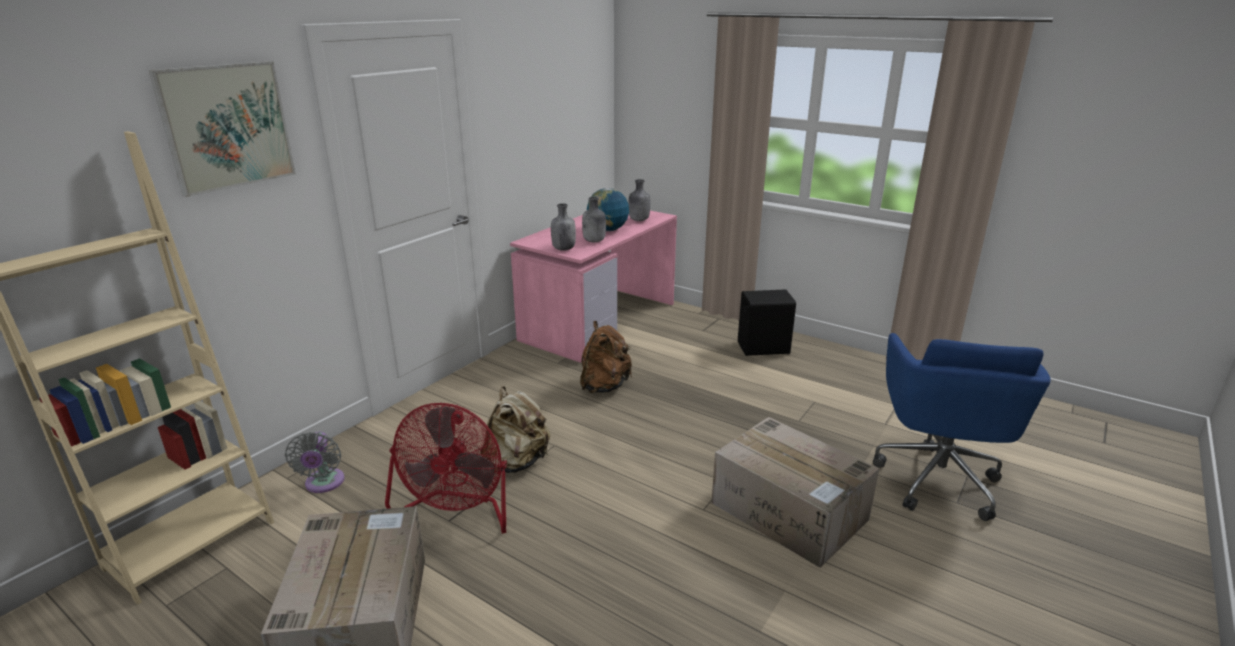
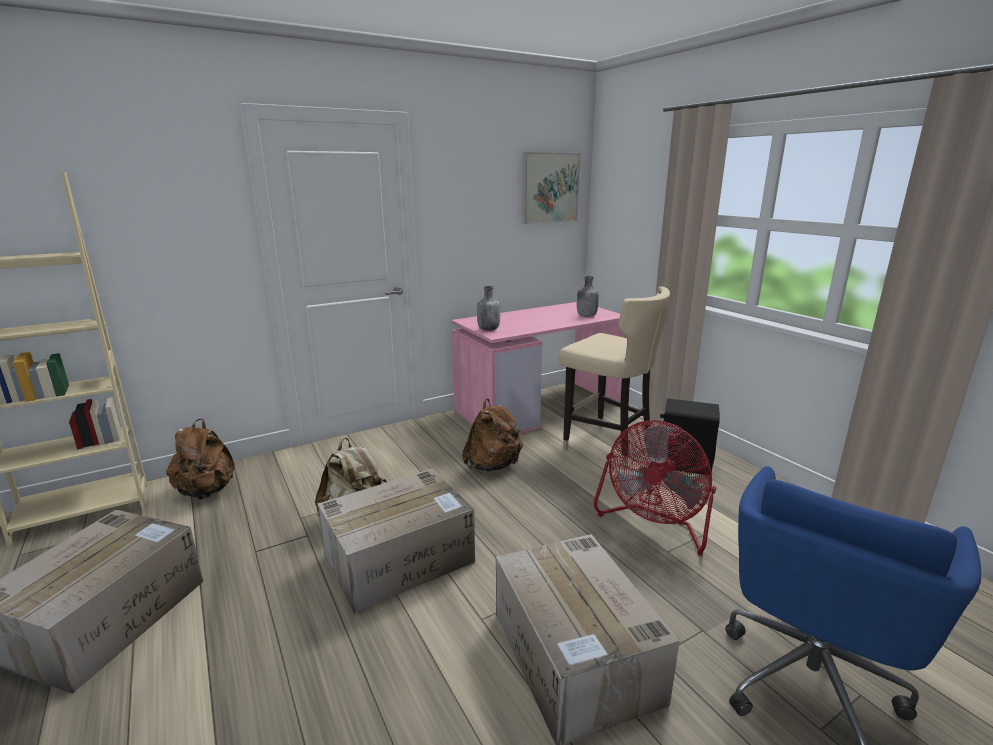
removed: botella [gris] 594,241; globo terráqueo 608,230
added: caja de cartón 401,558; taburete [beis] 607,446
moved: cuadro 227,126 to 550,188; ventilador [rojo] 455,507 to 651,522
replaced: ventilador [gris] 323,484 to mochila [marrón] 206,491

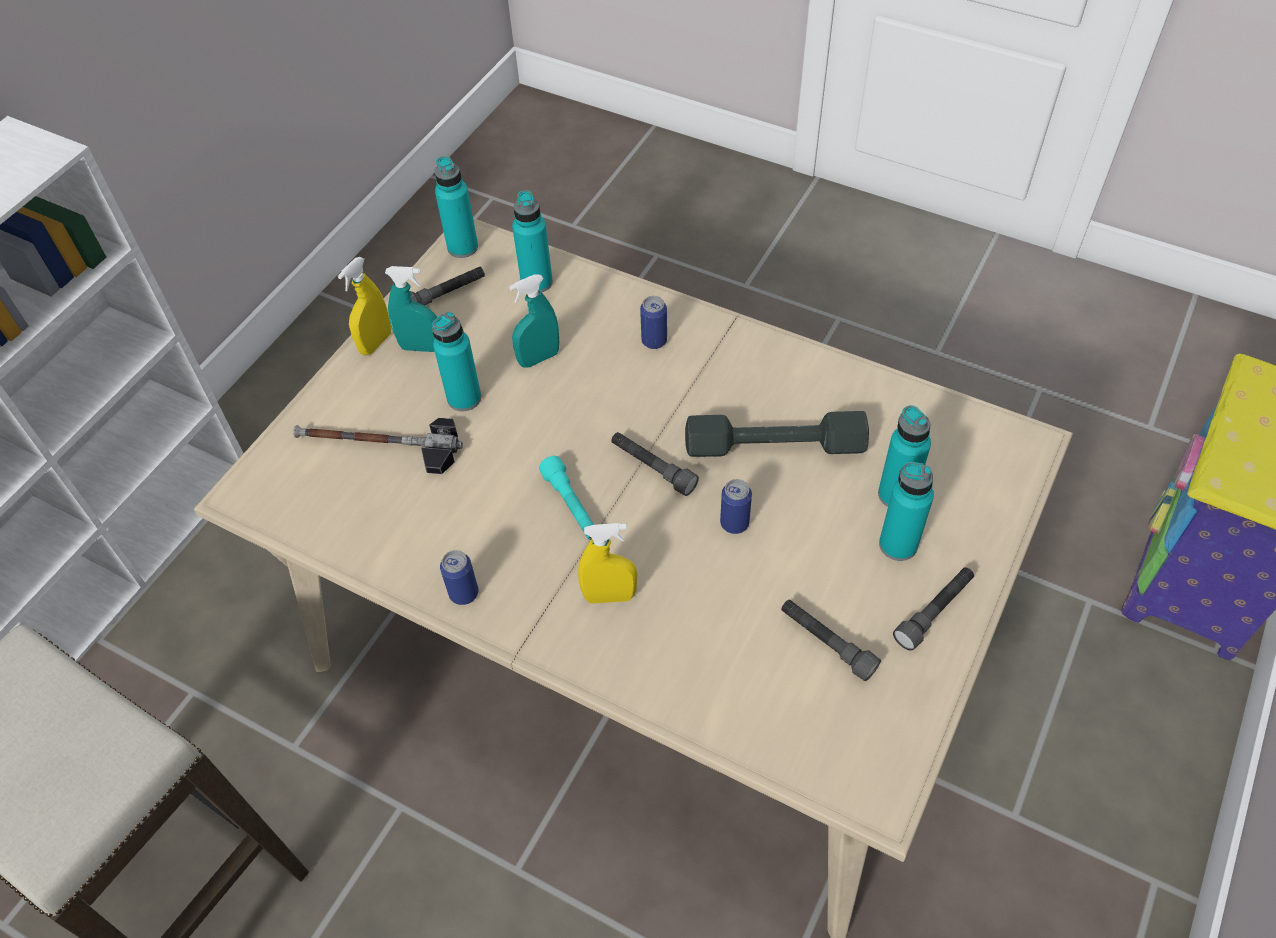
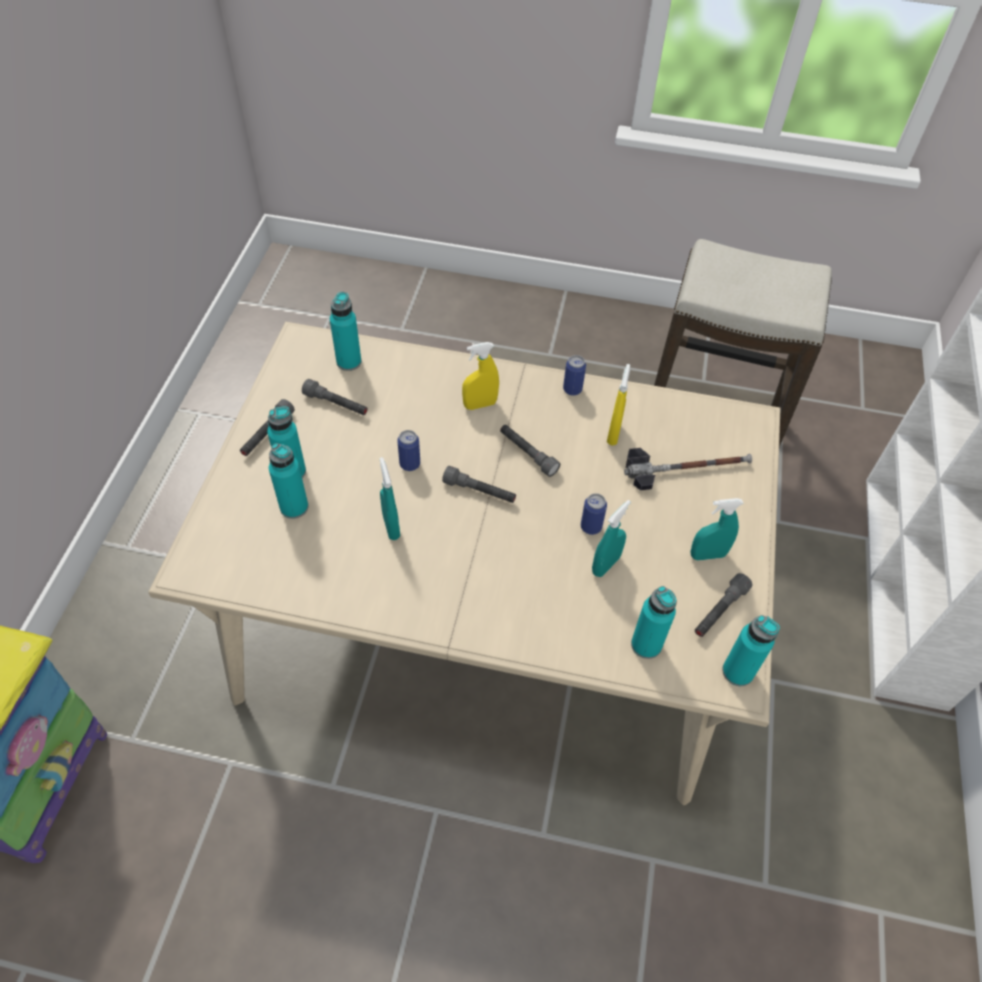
moved: botella [turquesa] 464,398 to 349,362; lata 654,341 to 591,527; pulverizador [amarillo] 376,343 to 613,434
replaced: mancuerna [gris] 774,446 to pulverizador [turquesa] 391,526
recoloured: linterna [turquesa] 571,506 to linterna [gris] 527,454

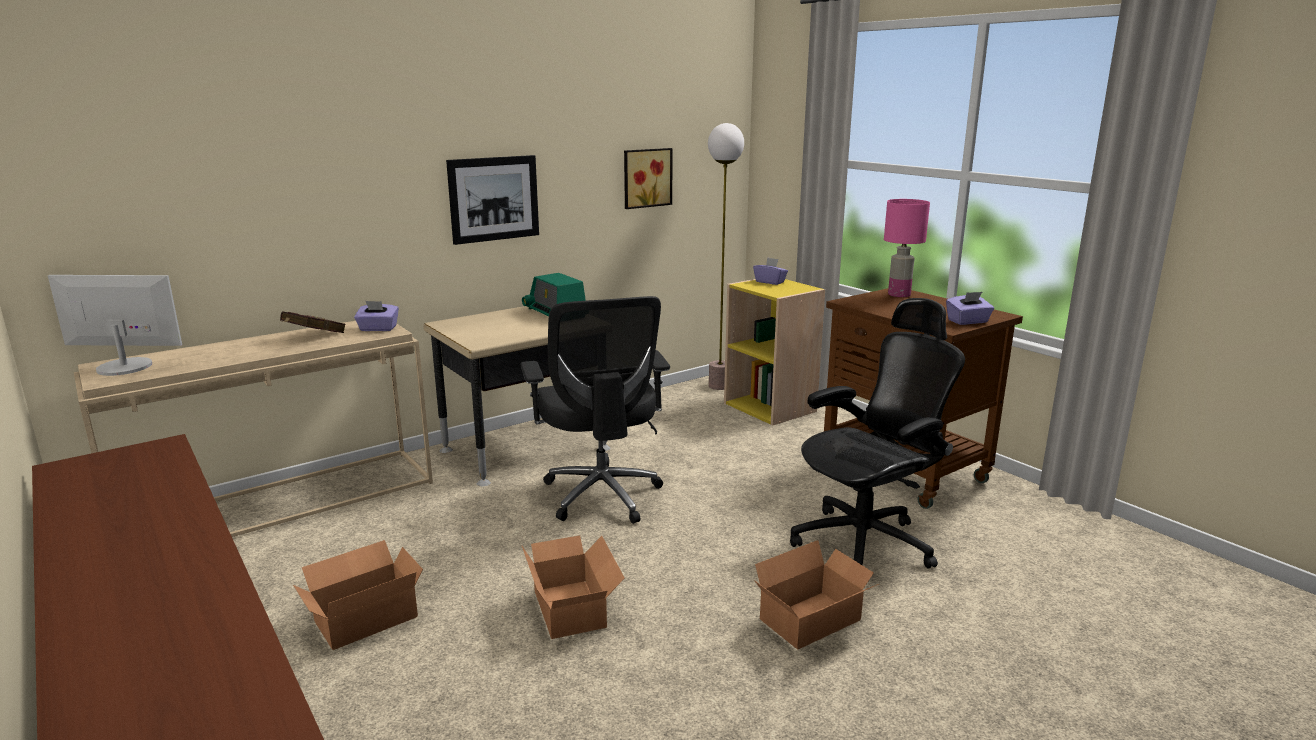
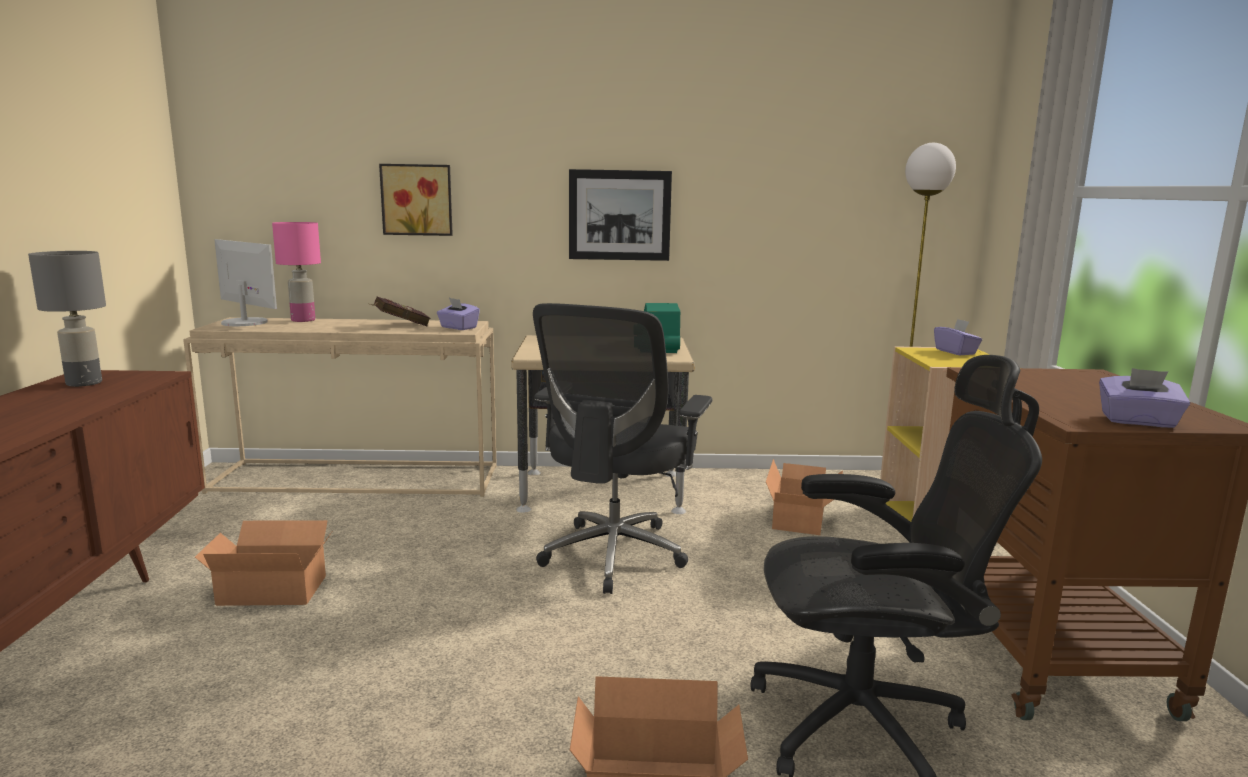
added: lámpara de mesa [gris] 83,383
moved: lámpara de mesa [rosa] 899,295 to 303,320; cuadro 646,178 to 417,200; caja de cartón 572,607 to 802,518

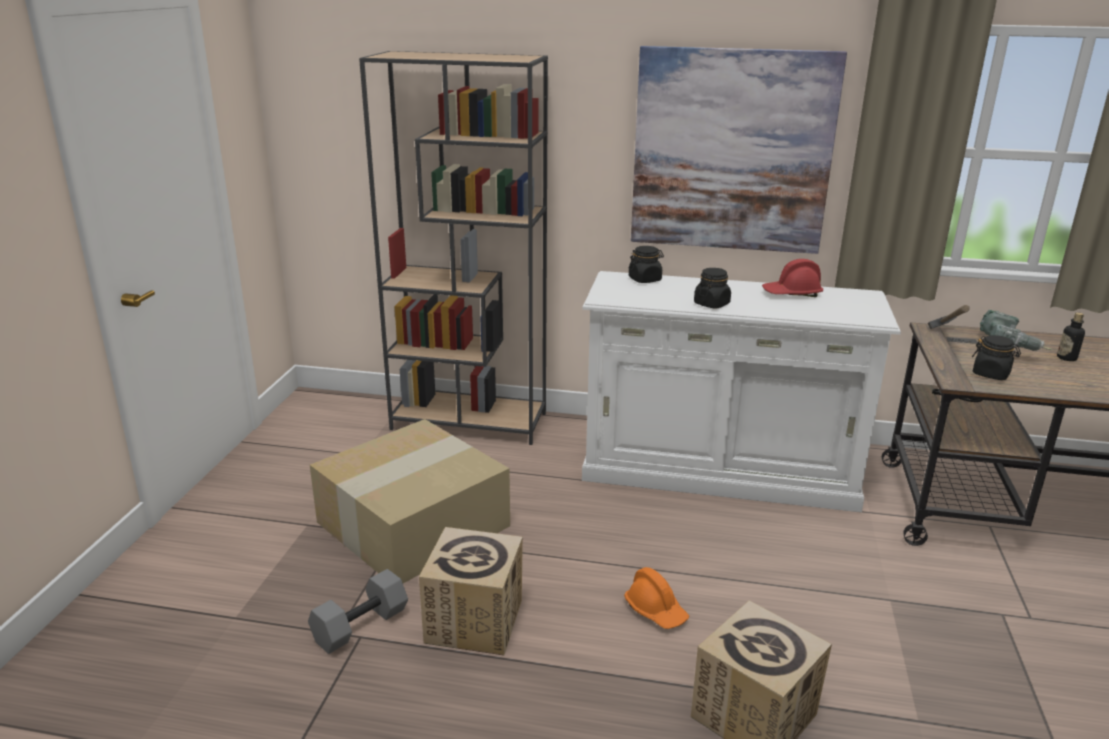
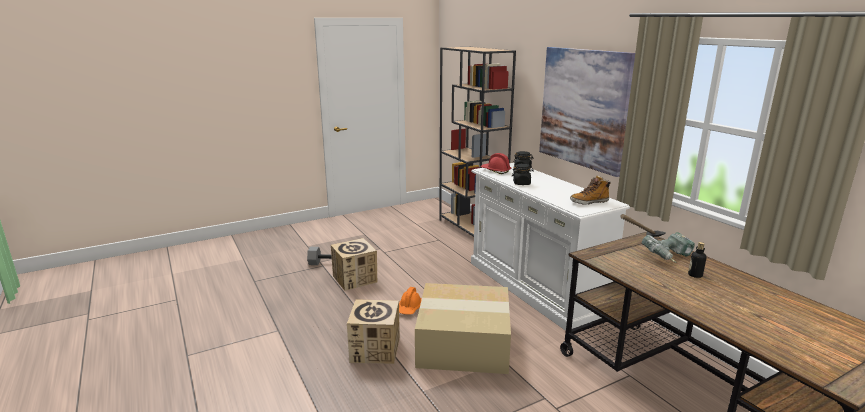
removed: tarro [negro] 991,374
added: bota 589,202
moved: caja de cartón 414,522 to 465,342; casco [rojo] 792,294 to 495,171

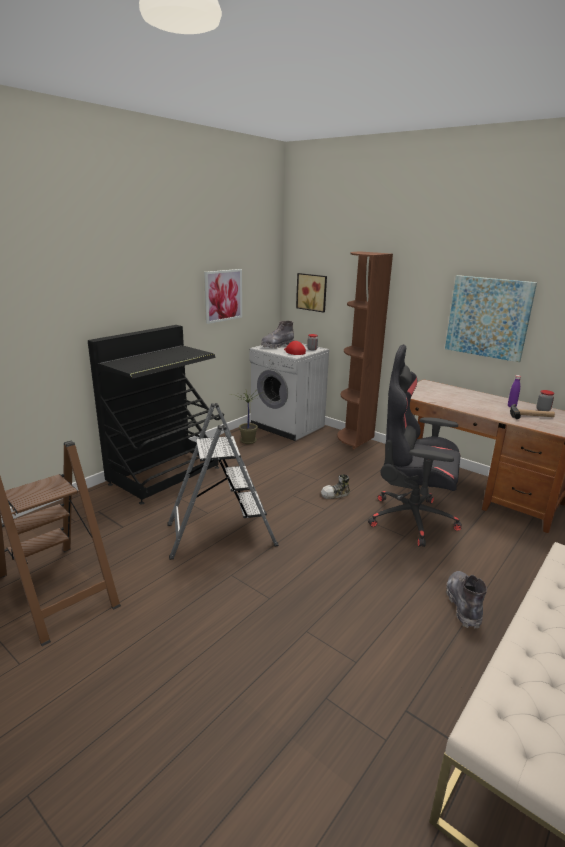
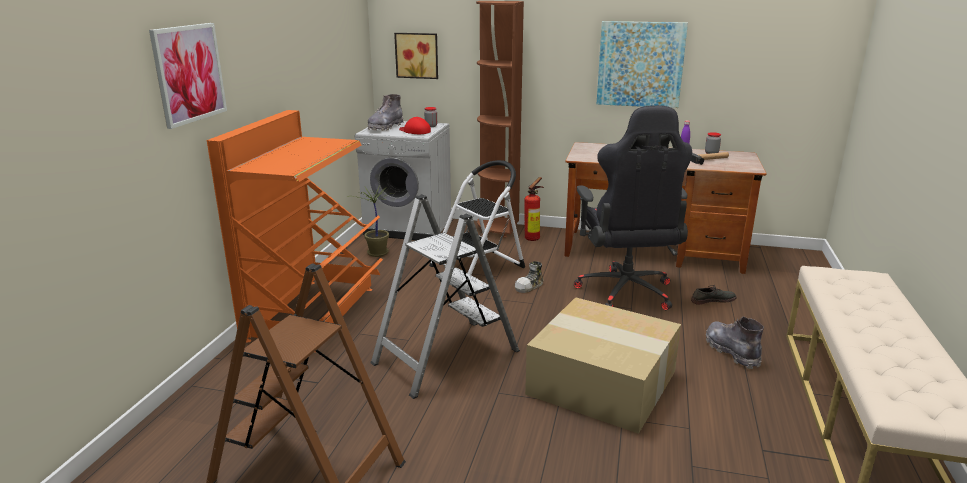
added: escalera de tijera 480,266; extintor 534,238; caja de cartón 604,382; zapato [gris] 713,300
moved: cuadro 223,295 to 189,73
recoloured: zapatero [negro] 168,477 to zapatero [naranja] 317,314
turned: silla de oficina [negro] 413,519 = 625,291 90 degrees counterclockwise

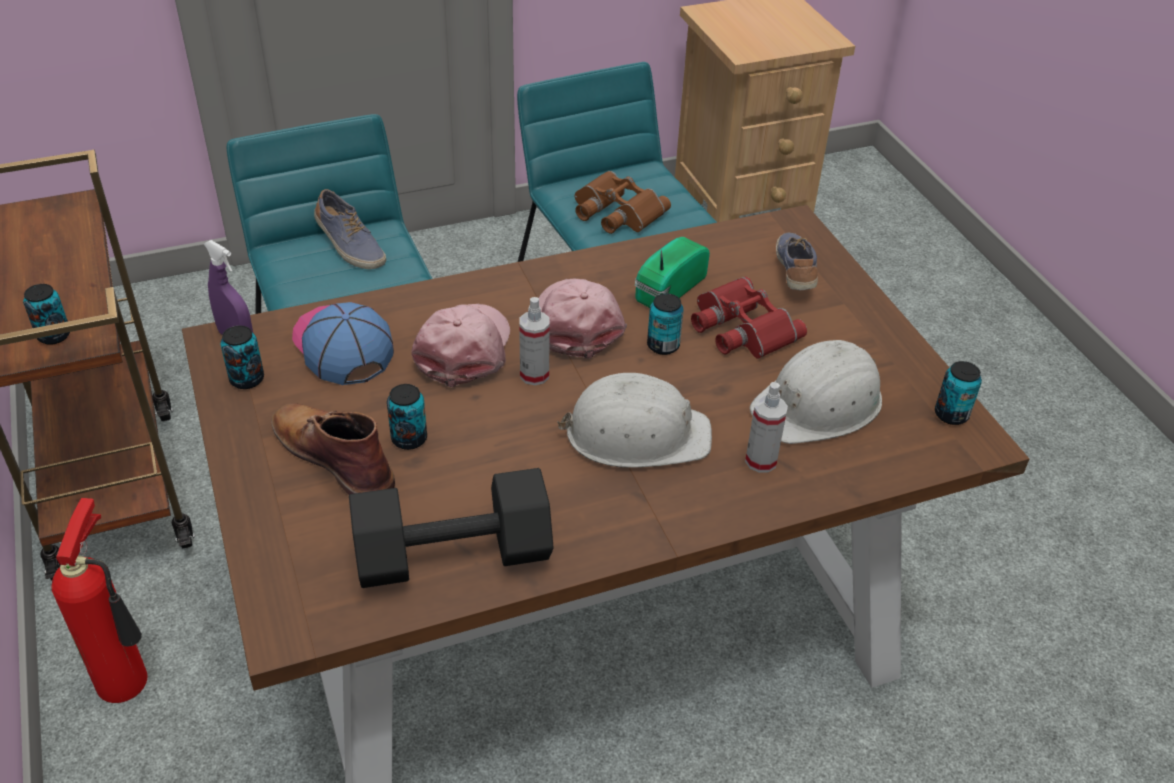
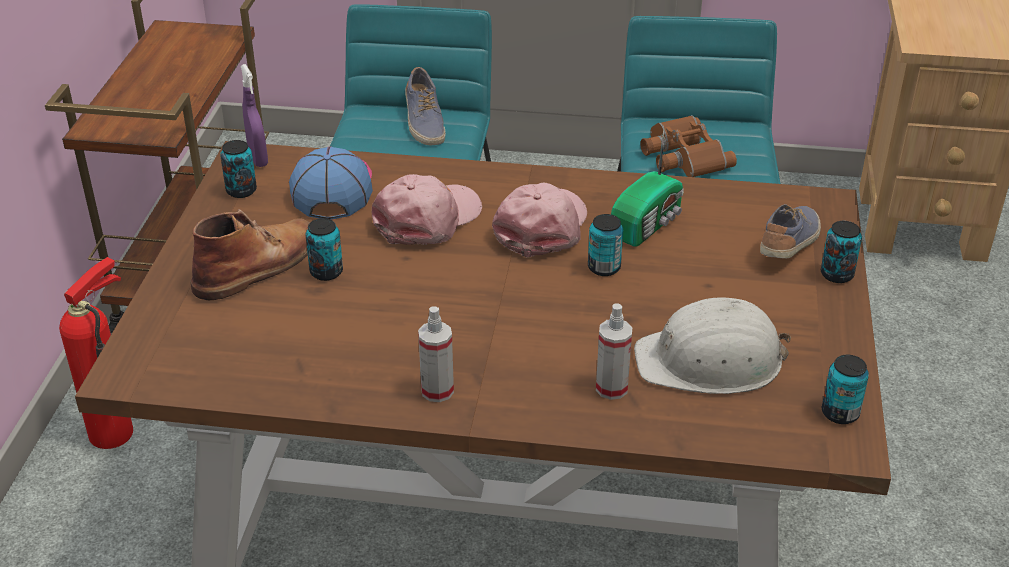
removed: mancuerna [negro] 454,552; casco [blanco] 636,434; prismáticos [rojo] 740,327
moved: pulverizador 534,375 to 437,391; lata 54,335 to 836,274
turned: bota [marrón] 333,455 = 259,265 60 degrees clockwise; radio 667,289 = 649,224 150 degrees clockwise

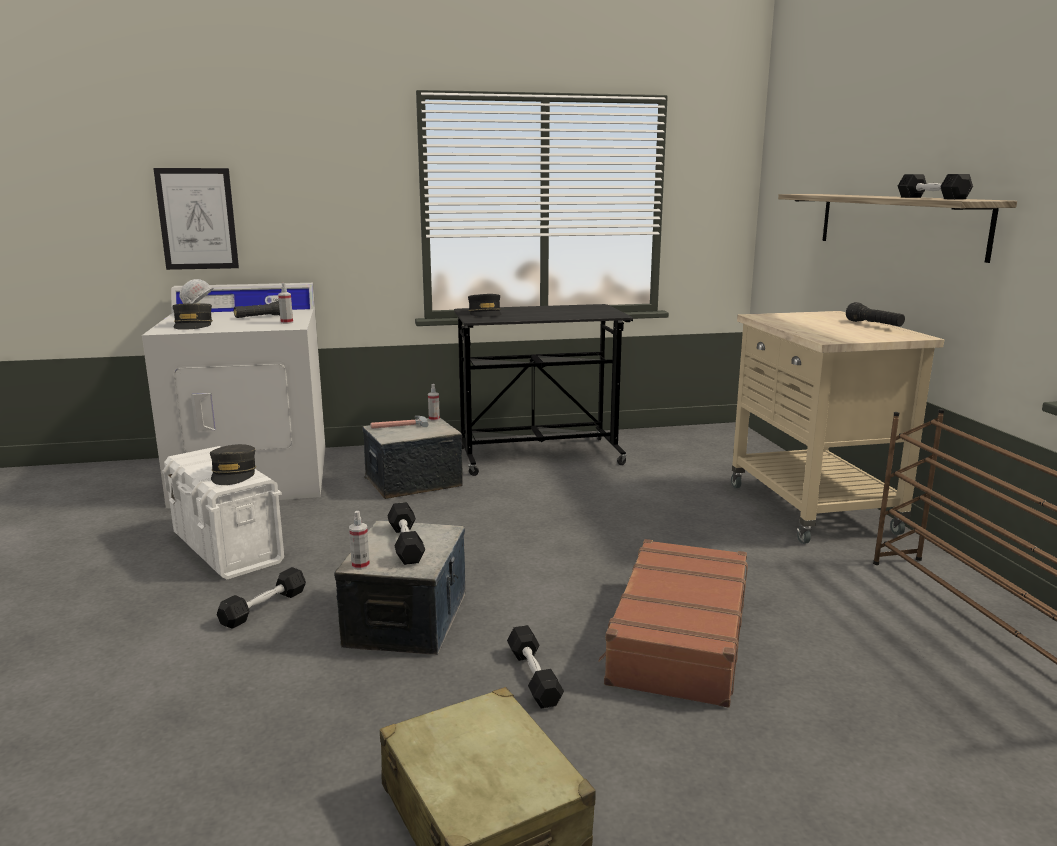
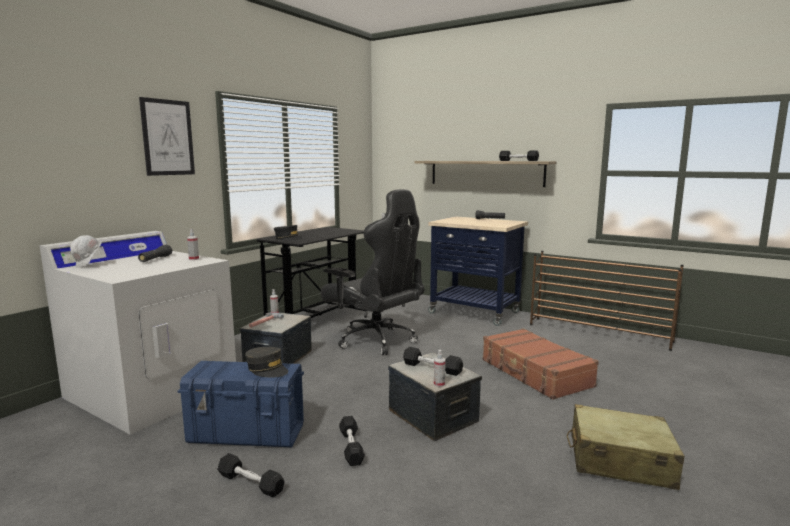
removed: gorra [gris] 193,325
added: silla de oficina [negro] 372,339
moved: cuadro 197,219 to 168,137; mancuerna [negro] 534,677 to 250,483
recoloured: caja de almacenaje [blanco] 227,548 to caja de almacenaje [azul] 247,434; carrito [beis] 812,510 to carrito [azul] 475,313

